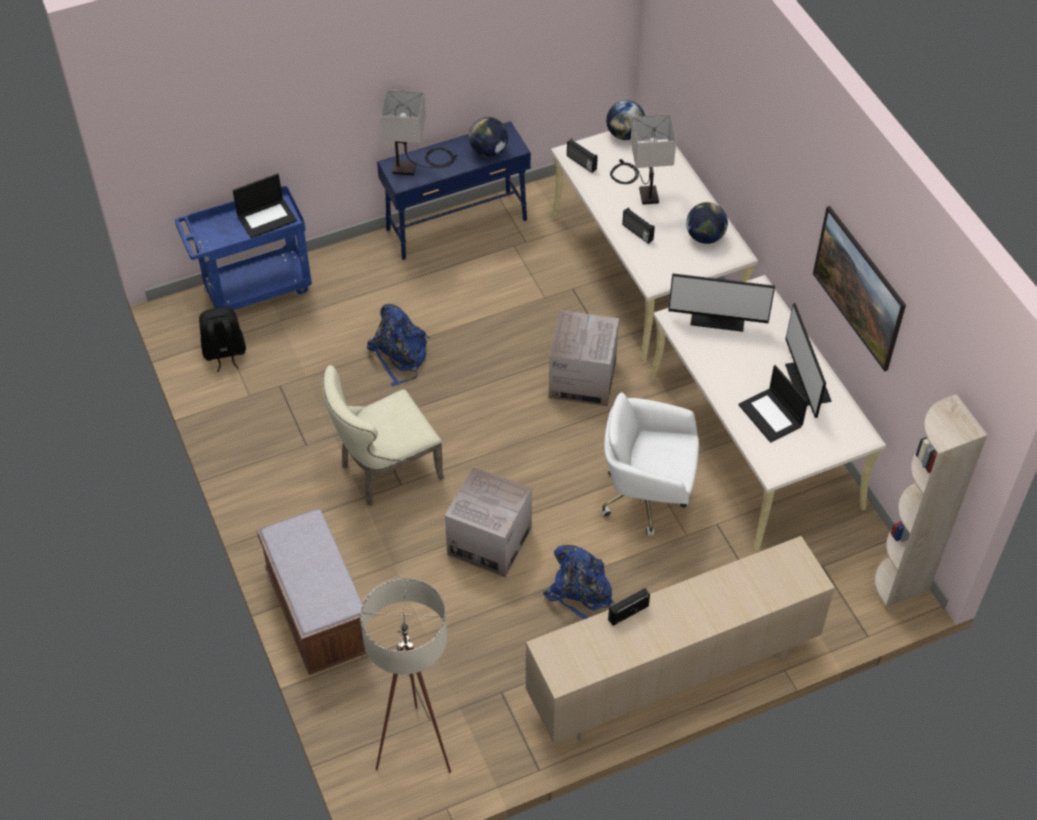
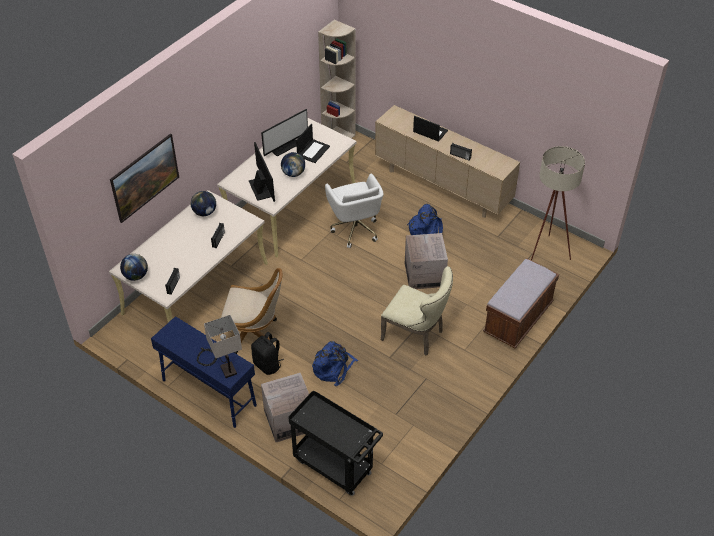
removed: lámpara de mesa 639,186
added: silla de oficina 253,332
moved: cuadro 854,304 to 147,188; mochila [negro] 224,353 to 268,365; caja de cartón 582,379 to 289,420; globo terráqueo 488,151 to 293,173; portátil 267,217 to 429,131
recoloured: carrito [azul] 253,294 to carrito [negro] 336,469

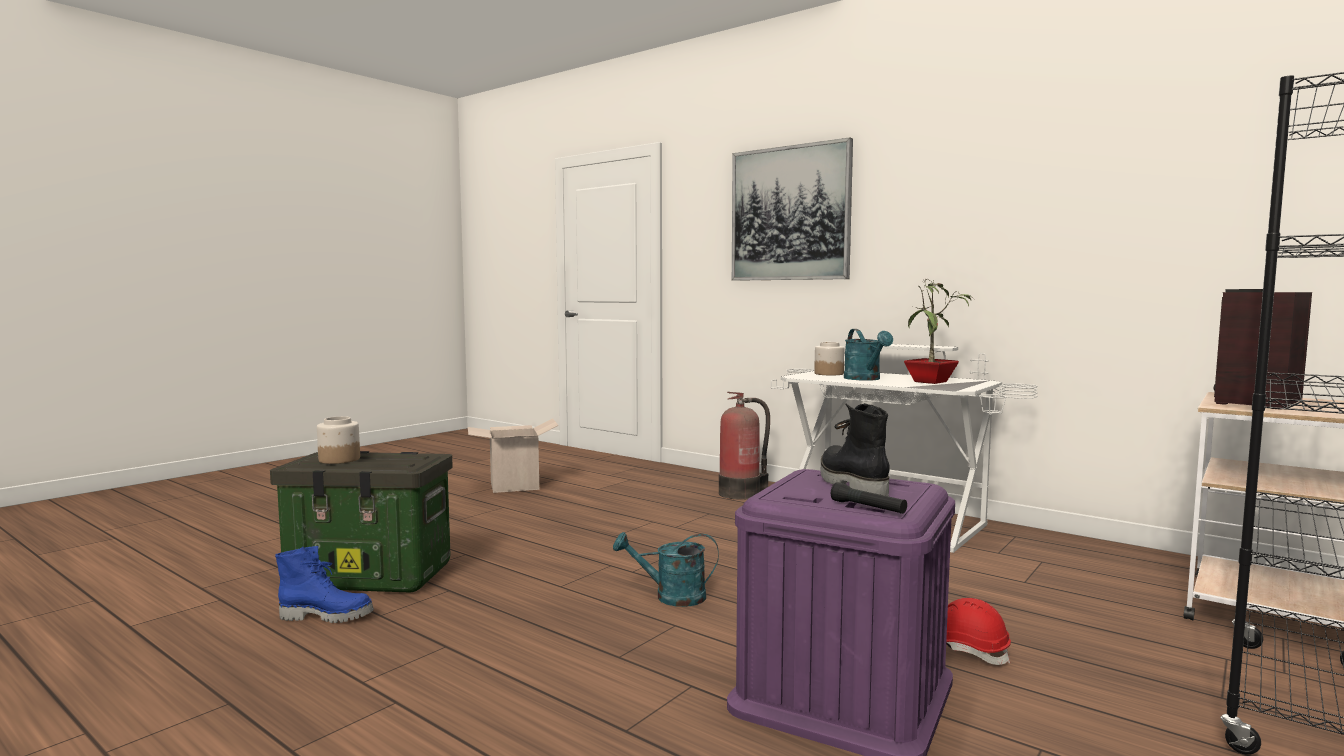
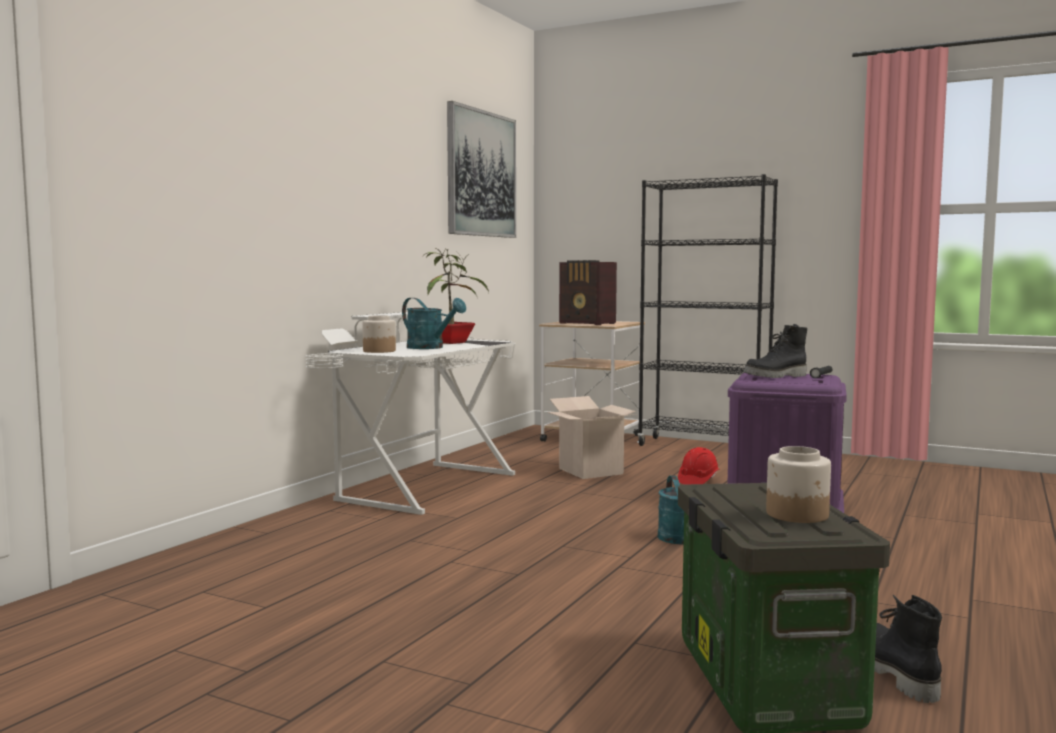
removed: extintor 742,493
moved: cuadro 790,213 to 481,174; caja de cartón 514,486 to 590,471
recoloured: bota [azul] 327,616 to bota [negro] 894,673
turned: regadera [turquesa] 865,379 = 430,348 60 degrees clockwise

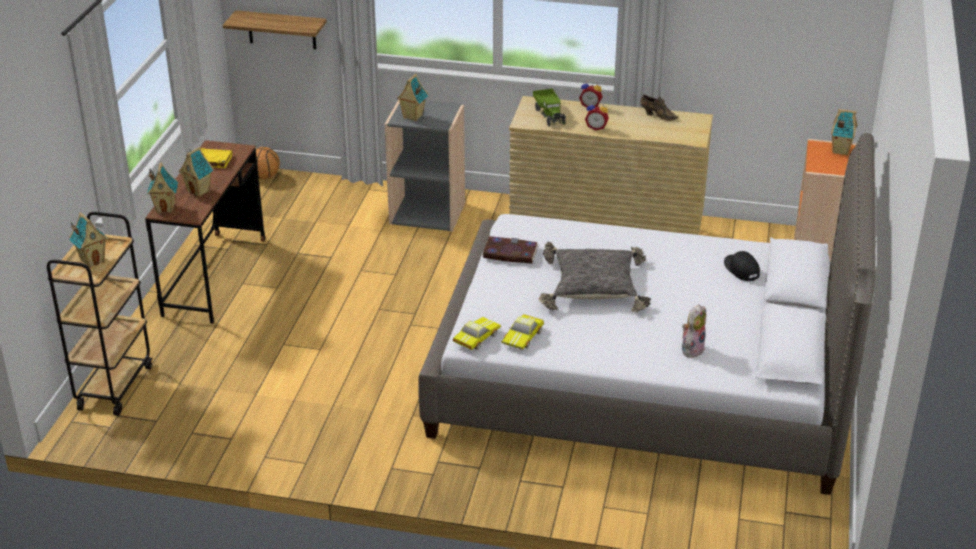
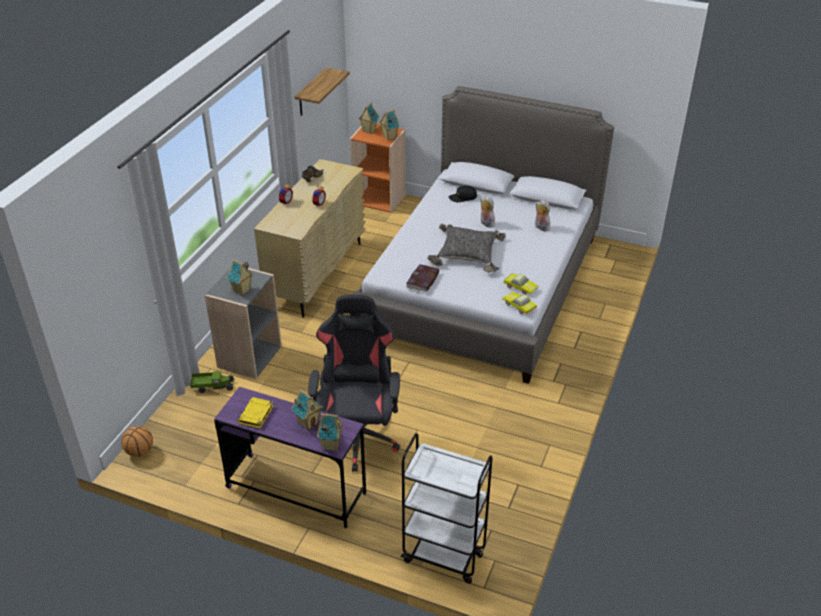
added: silla de oficina [negro] 358,440; peluche 486,223
moved: camión de juguete 549,114 to 213,386; estante 282,30 to 311,93; casita 92,261 to 389,137
recoloured: escritorio [marrón] 214,277 to escritorio [morado] 296,490; carrito [marrón] 114,387 to carrito [blanco] 442,559

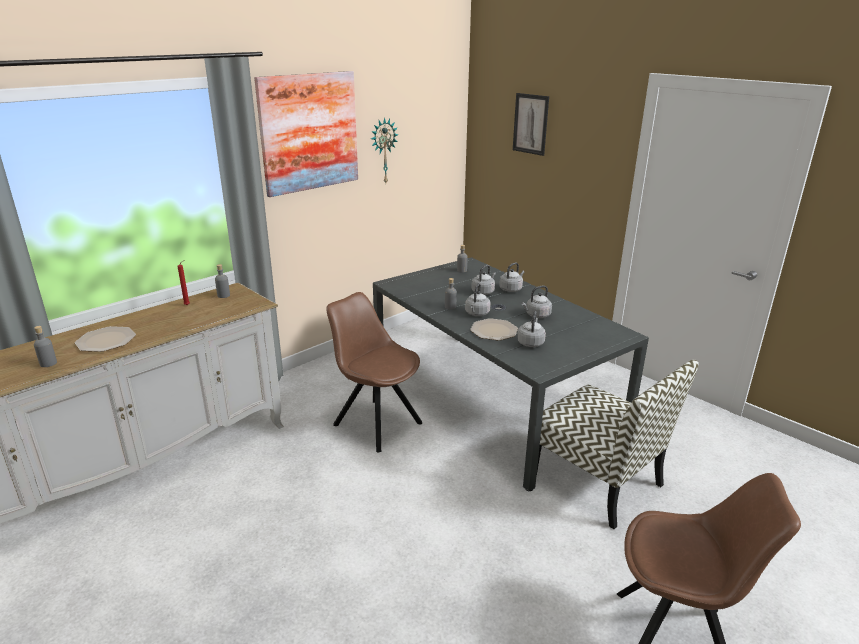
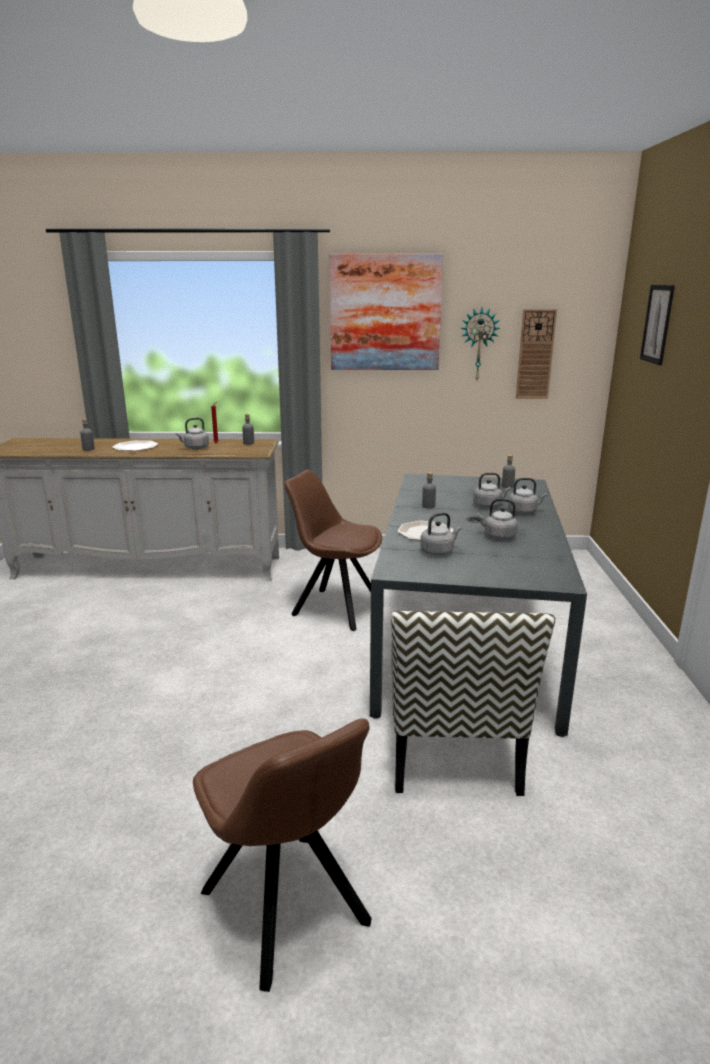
added: reloj de pared 535,354
moved: hervidor [gris] 477,314 to 195,448
turned: silla [marrón] 376,424 = 336,609 60 degrees counterclockwise

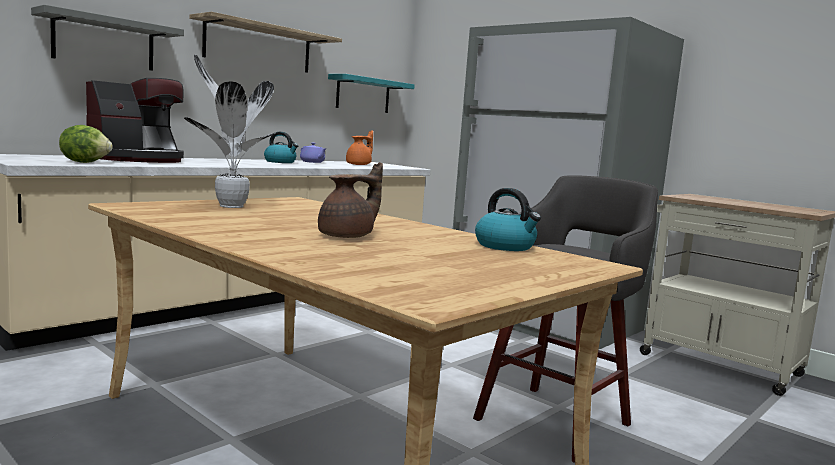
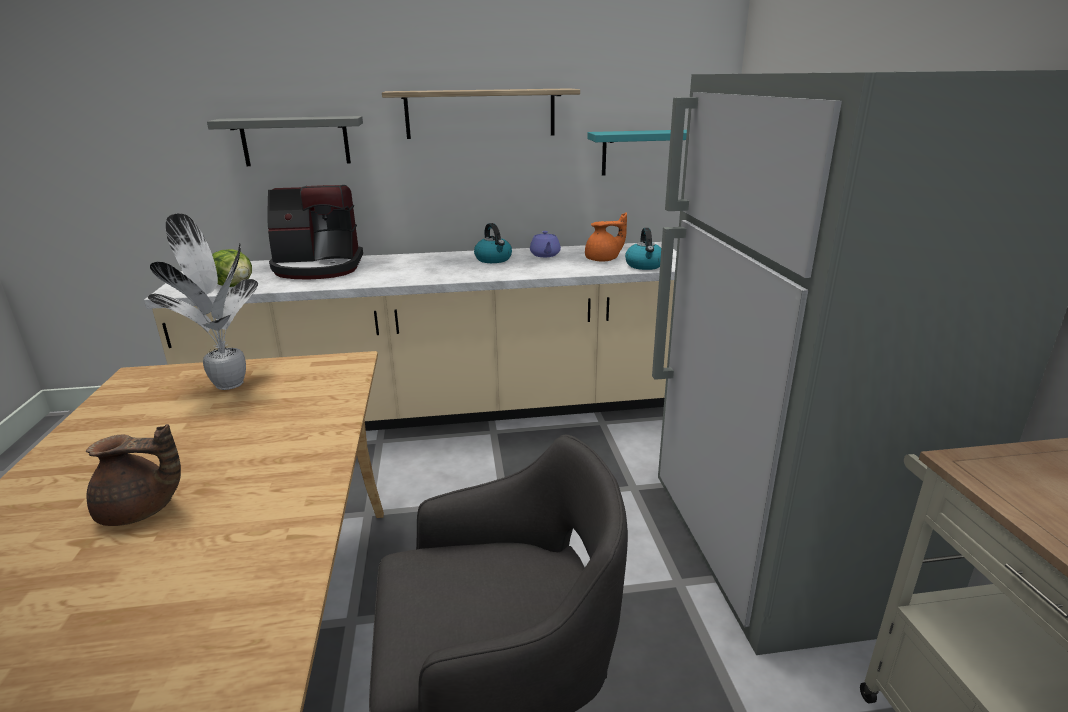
moved: hervidor 506,246 to 645,265

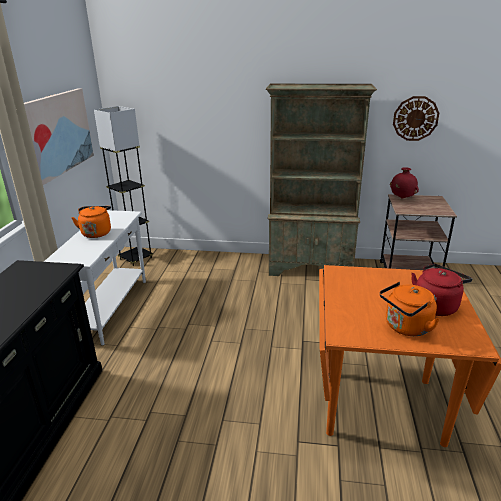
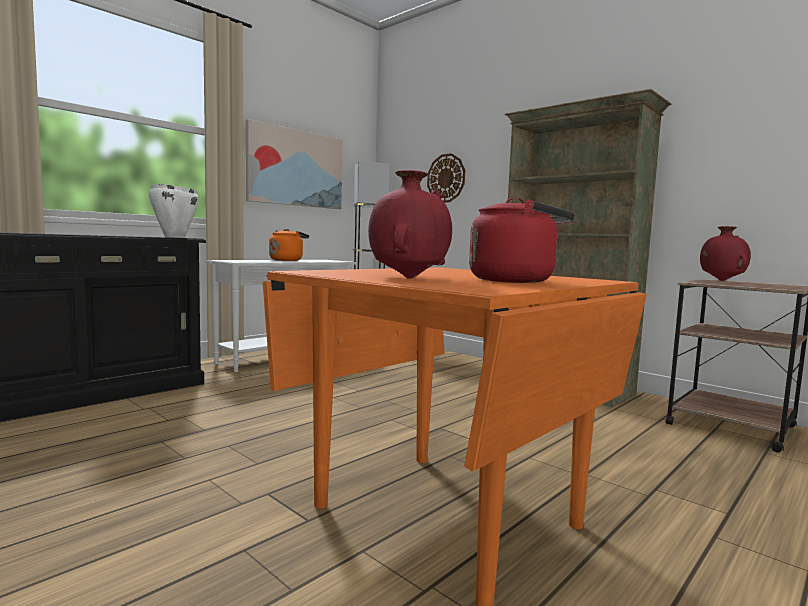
added: olla [blanco] 174,237
moved: reloj de pared 415,118 to 446,178
replaced: hervidor [naranja] 405,327 to florero [rojo] 408,278

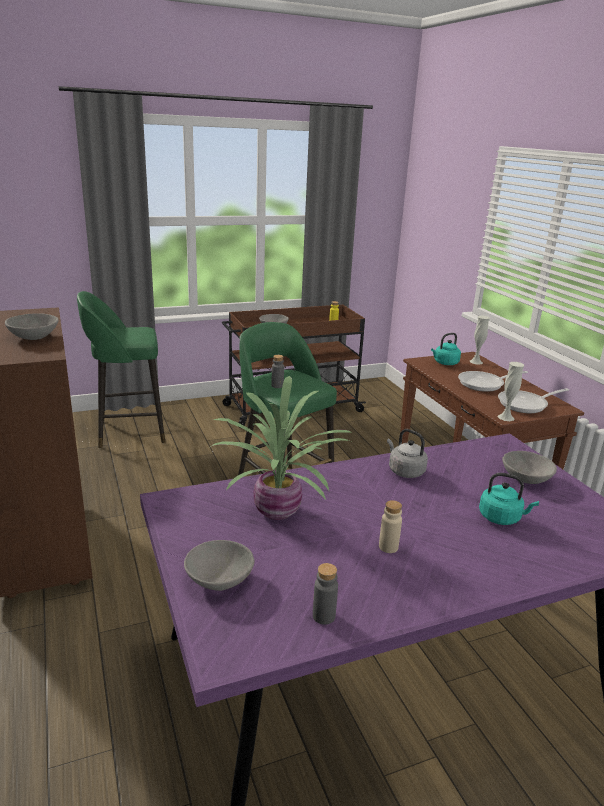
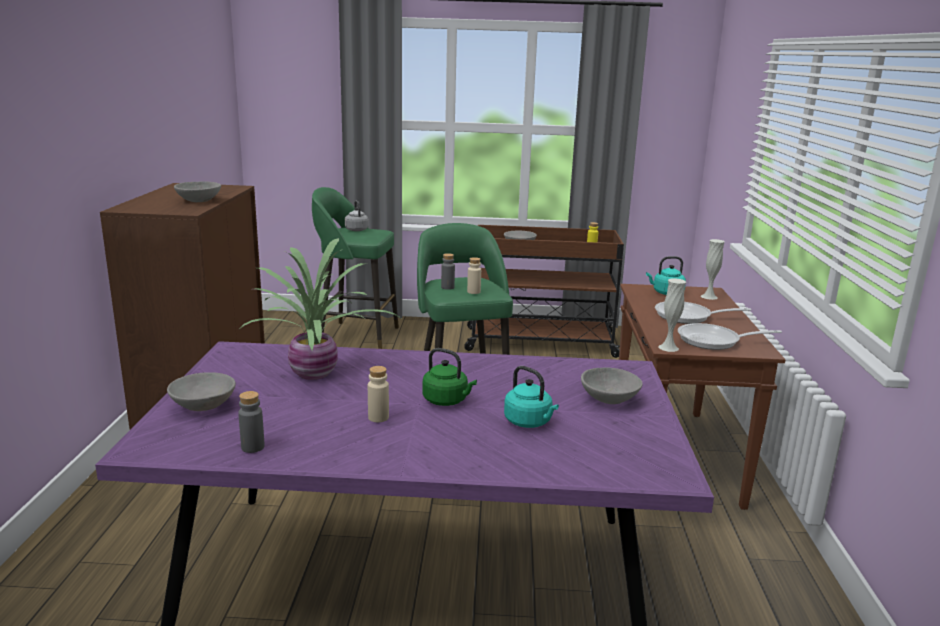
added: hervidor [verde] 447,401; botella [beis] 473,292
moved: hervidor [gris] 404,471 to 356,229

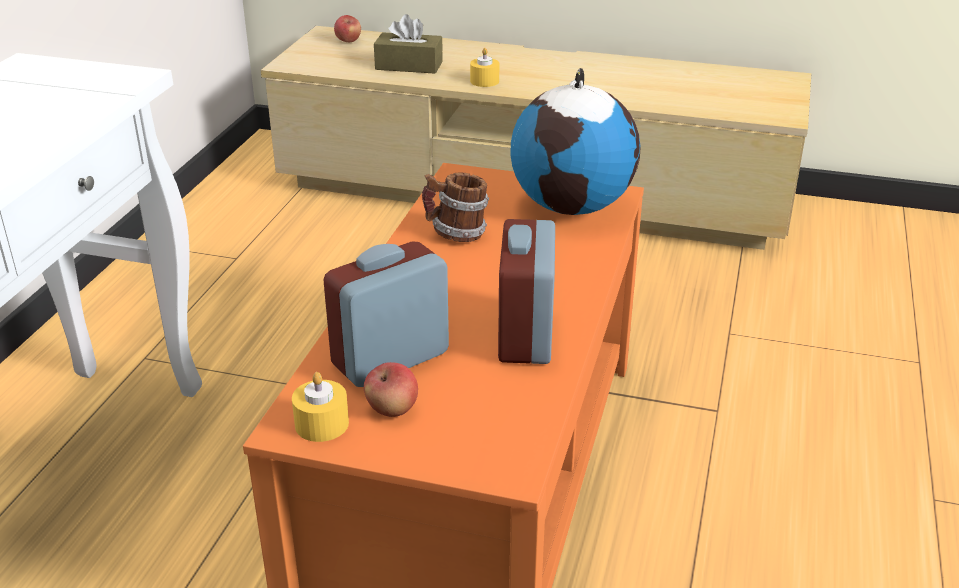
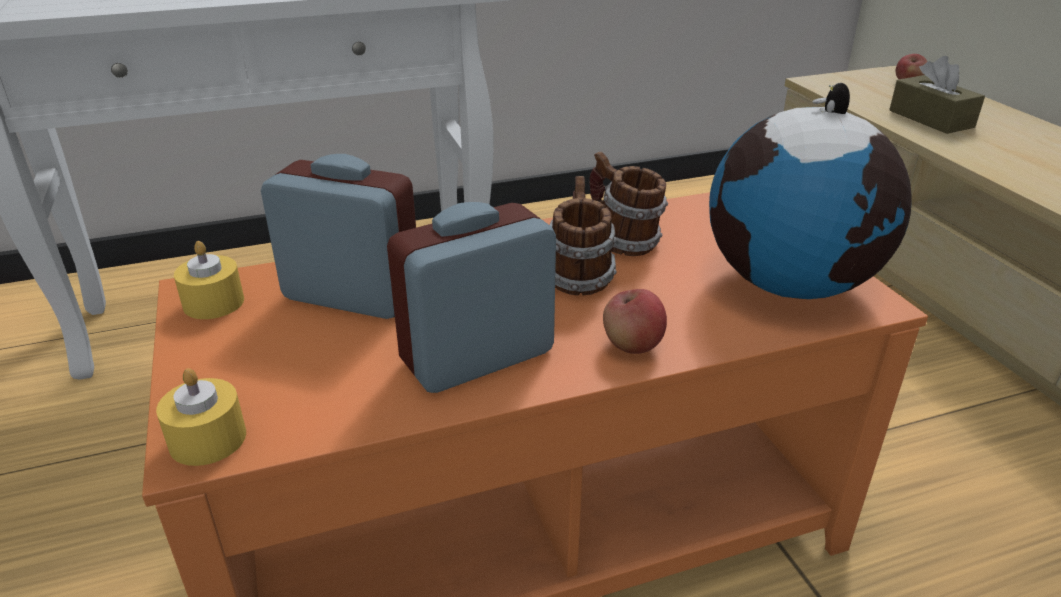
added: taza grande 577,277
moved: vela [amarillo] 484,81 to 208,439; manzana 392,409 to 632,345

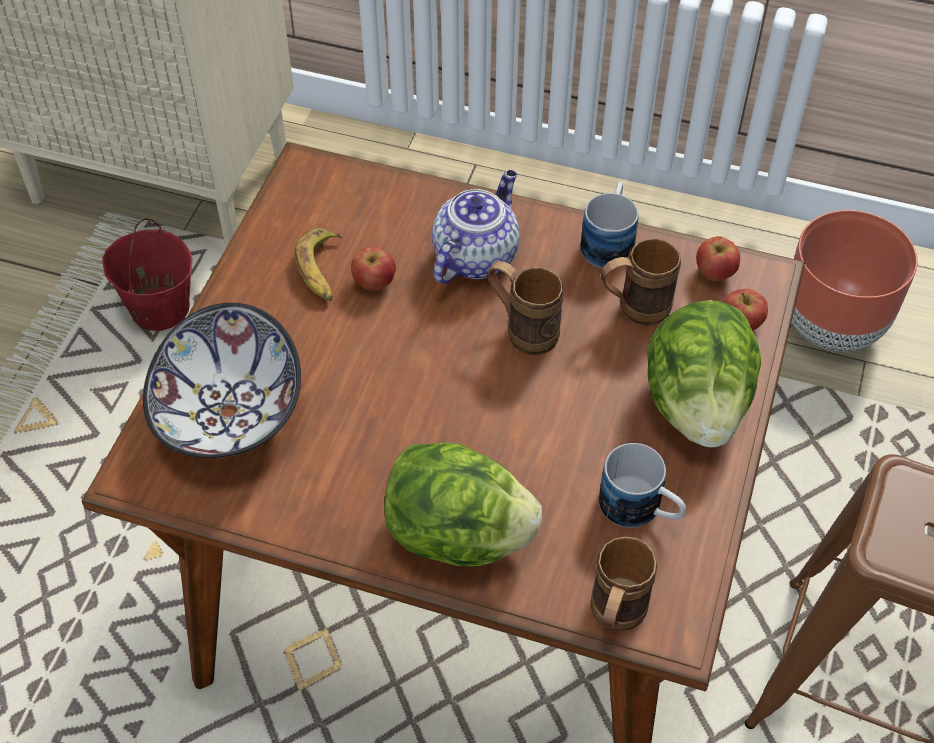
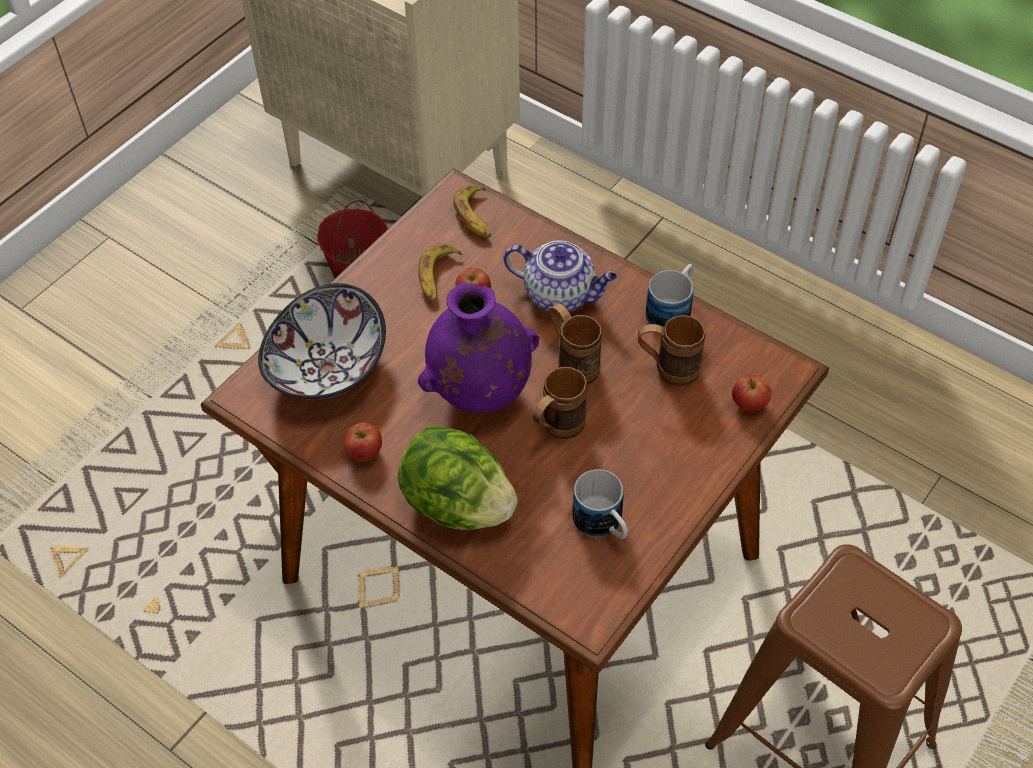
removed: lechuga 696,404; maceta [marrón] 832,328
added: florero [morado] 480,394; plátano 476,217
moved: manzana 715,272 to 365,453; taza grande [marrón] 613,619 to 556,429
turned: tetera 475,256 = 561,295 60 degrees clockwise

